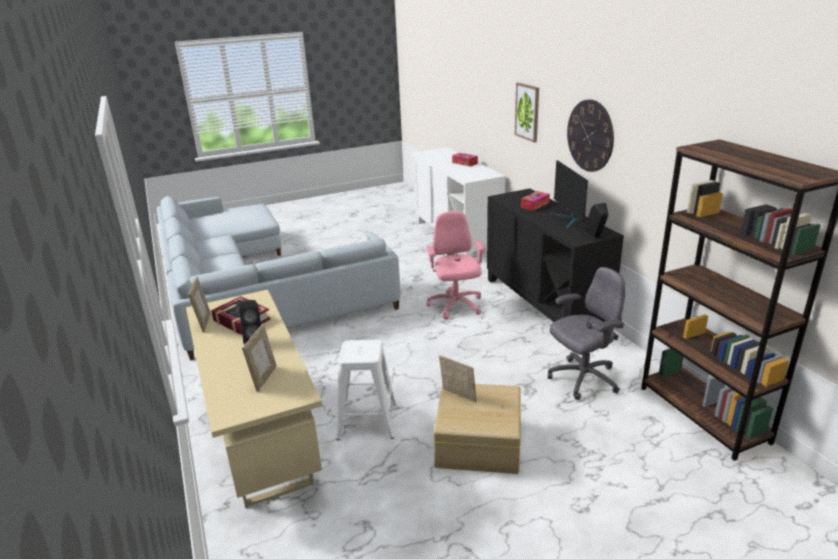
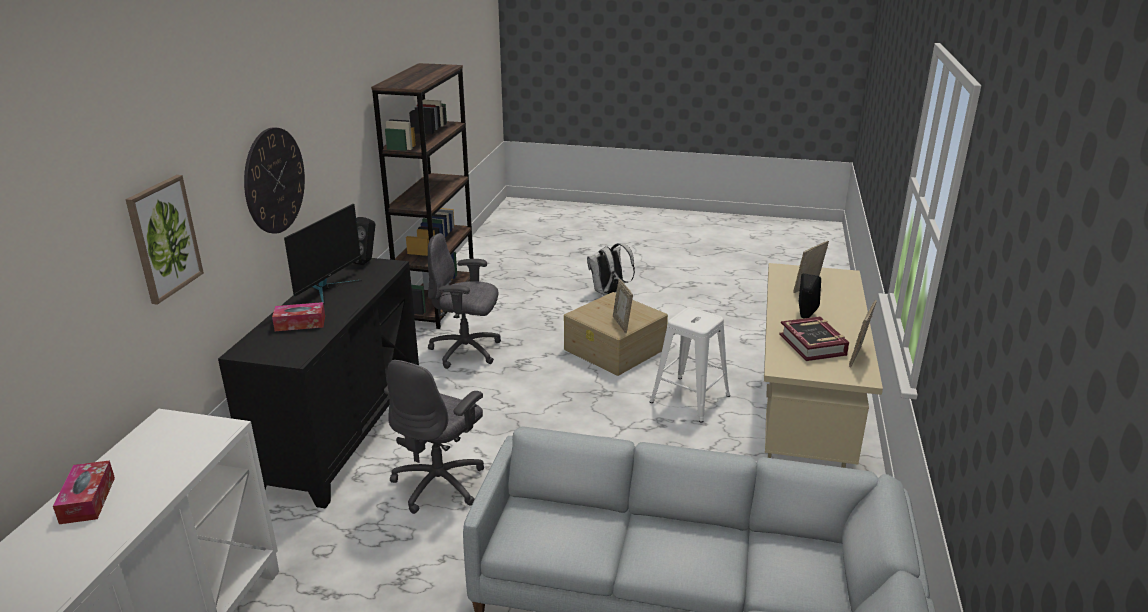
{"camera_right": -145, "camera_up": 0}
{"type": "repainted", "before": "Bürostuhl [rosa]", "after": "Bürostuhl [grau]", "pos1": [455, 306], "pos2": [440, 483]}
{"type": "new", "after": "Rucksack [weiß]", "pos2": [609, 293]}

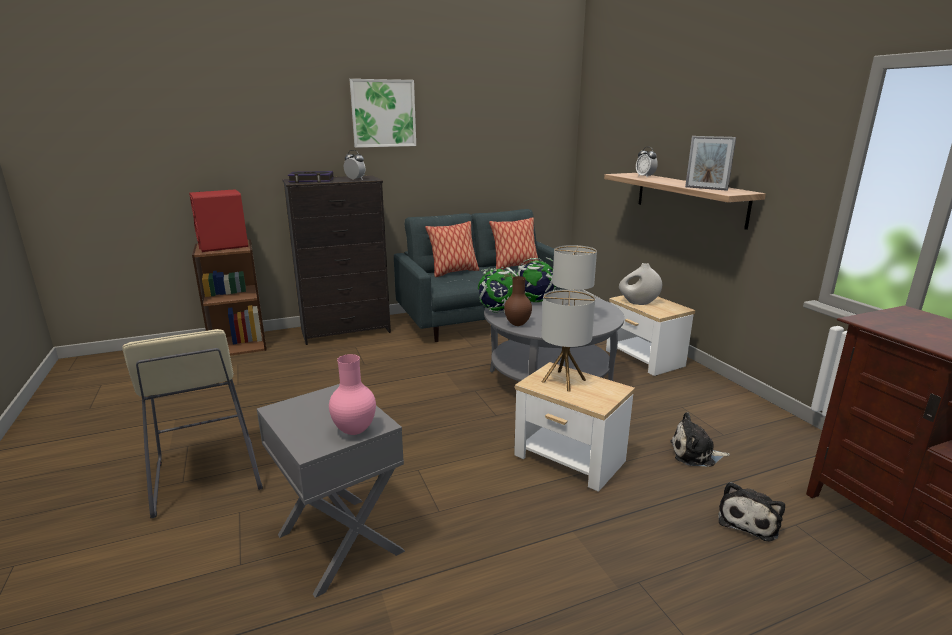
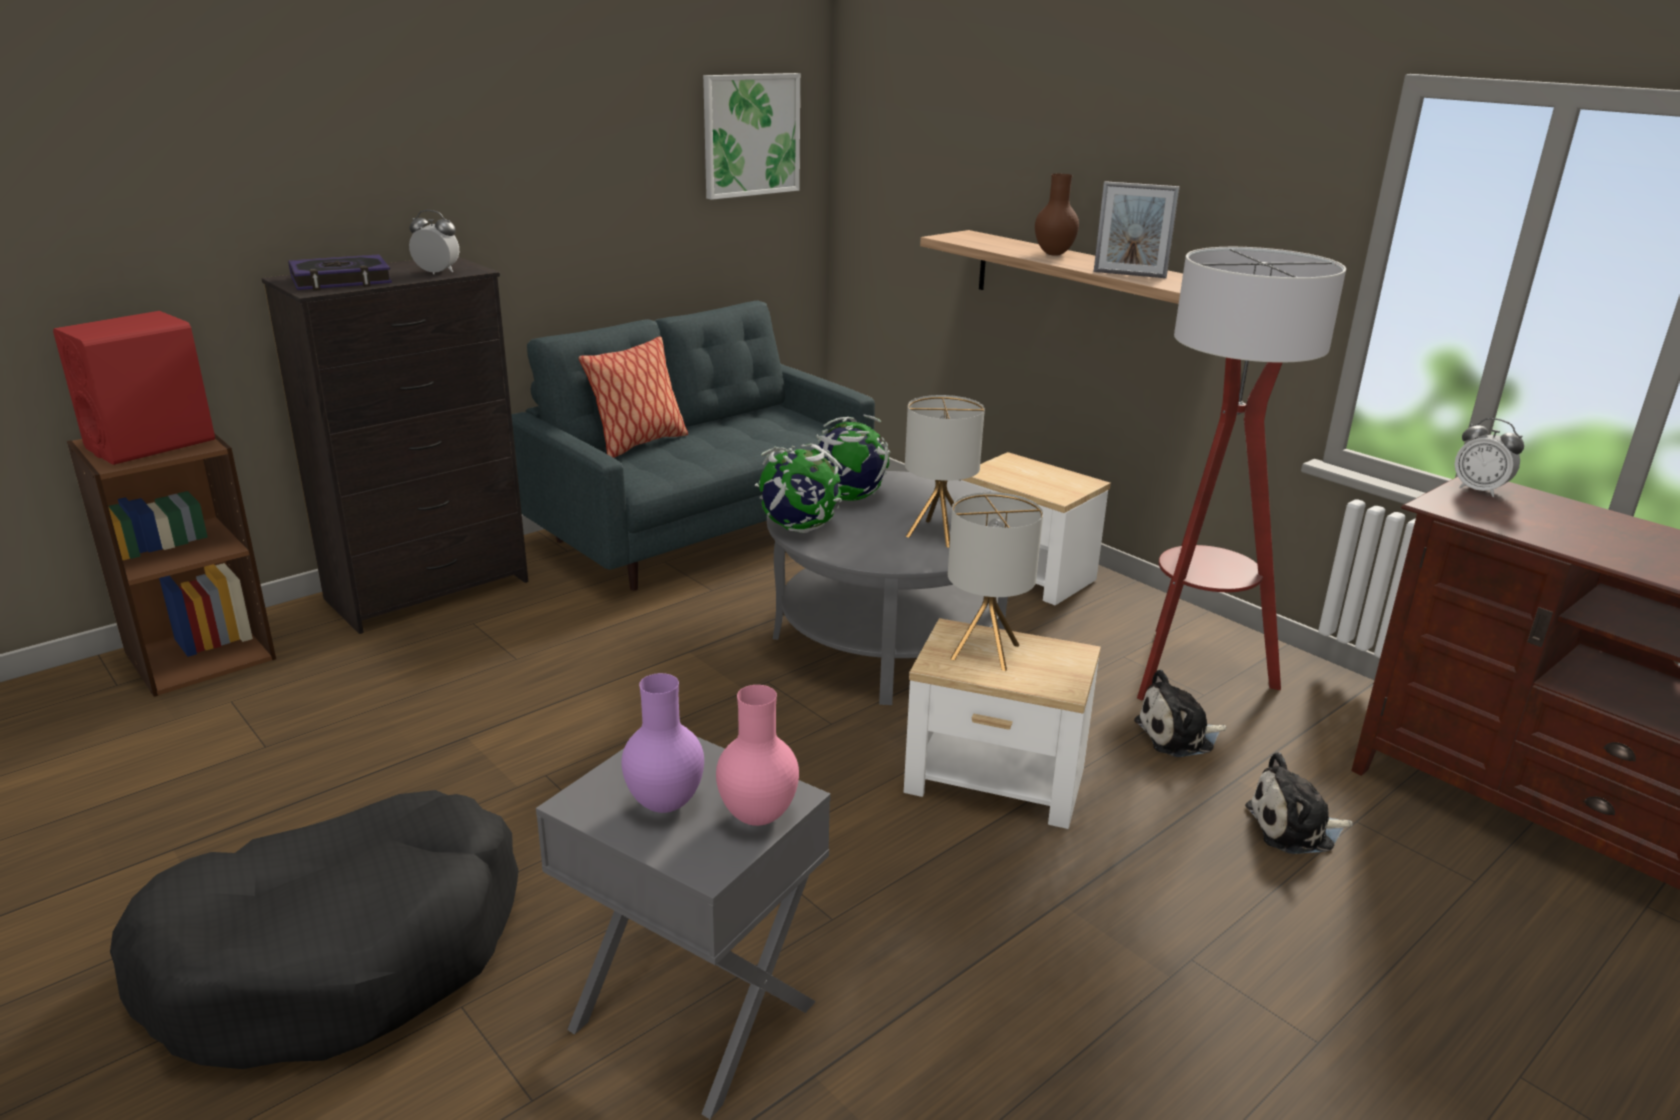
{"camera_right": -20, "camera_up": 5}
{"type": "swapped", "before": "Hocker [beige]", "after": "Hundebett [schwarz]", "pos1": [207, 476], "pos2": [341, 954]}
{"type": "new", "after": "Vase [lila]", "pos2": [667, 804]}
{"type": "shifted", "before": "Bild", "pos1": [383, 113], "pos2": [751, 135]}
{"type": "shifted", "before": "Vase [braun]", "pos1": [518, 324], "pos2": [1054, 254]}
{"type": "new", "after": "Stehlampe", "pos2": [1191, 672]}
{"type": "rotated", "before": "Plüschtier", "pos1": [748, 520], "pos2": [1295, 828], "turn": 75}
{"type": "shifted", "before": "Wecker", "pos1": [645, 177], "pos2": [1479, 490]}
{"type": "gone", "before": "Kissen", "pos1": [514, 266]}
{"type": "gone", "before": "Vase [weiß]", "pos1": [638, 303]}

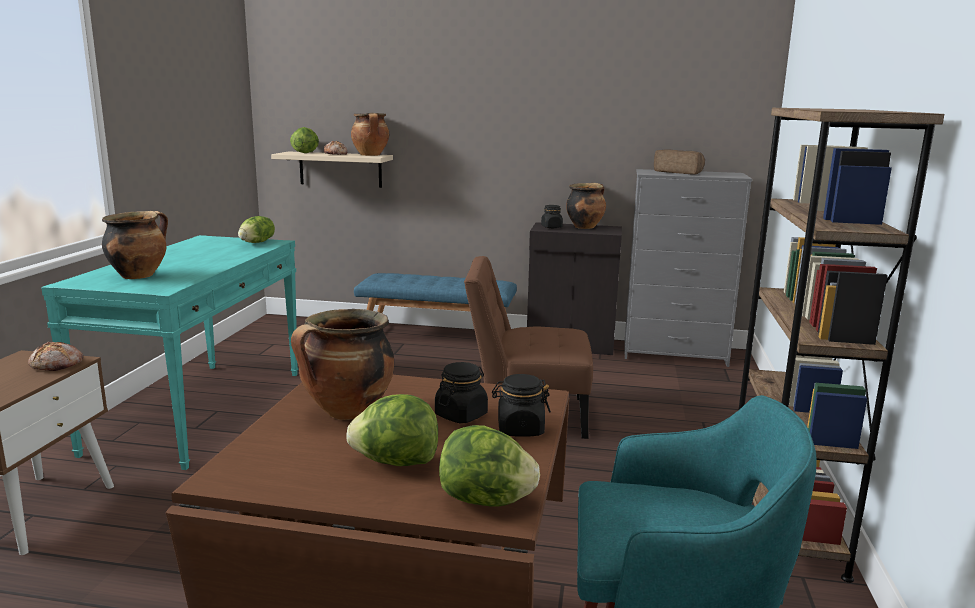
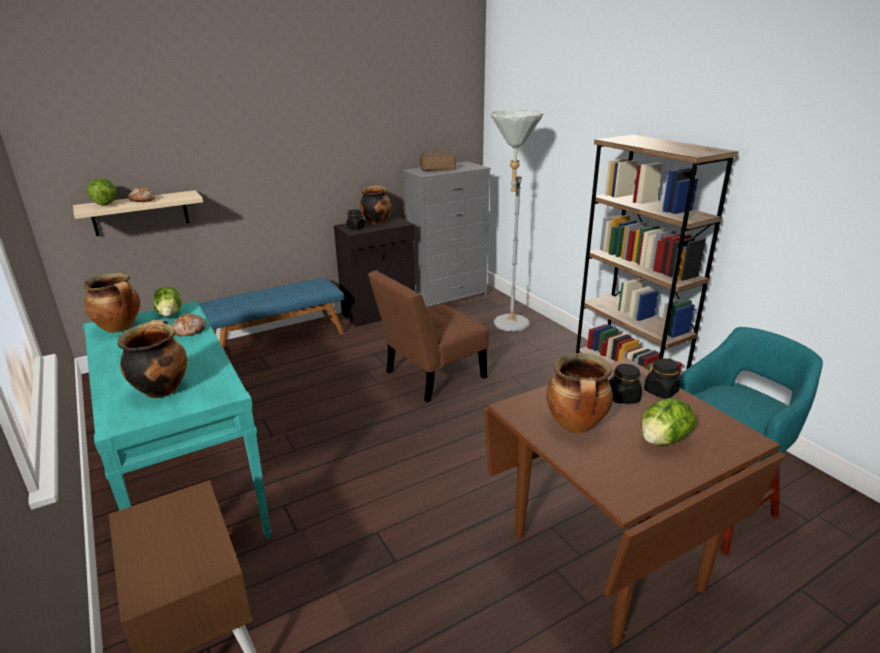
{"camera_right": -40, "camera_up": 10}
{"type": "shifted", "before": "Kochtopf", "pos1": [371, 155], "pos2": [120, 328]}
{"type": "shifted", "before": "Brot", "pos1": [57, 365], "pos2": [190, 330]}
{"type": "new", "after": "Stehlampe [grau]", "pos2": [508, 327]}
{"type": "gone", "before": "Salatkopf", "pos1": [486, 501]}

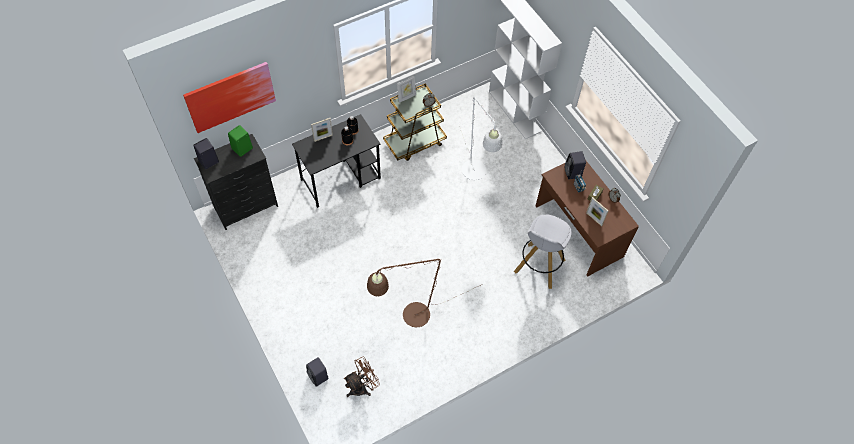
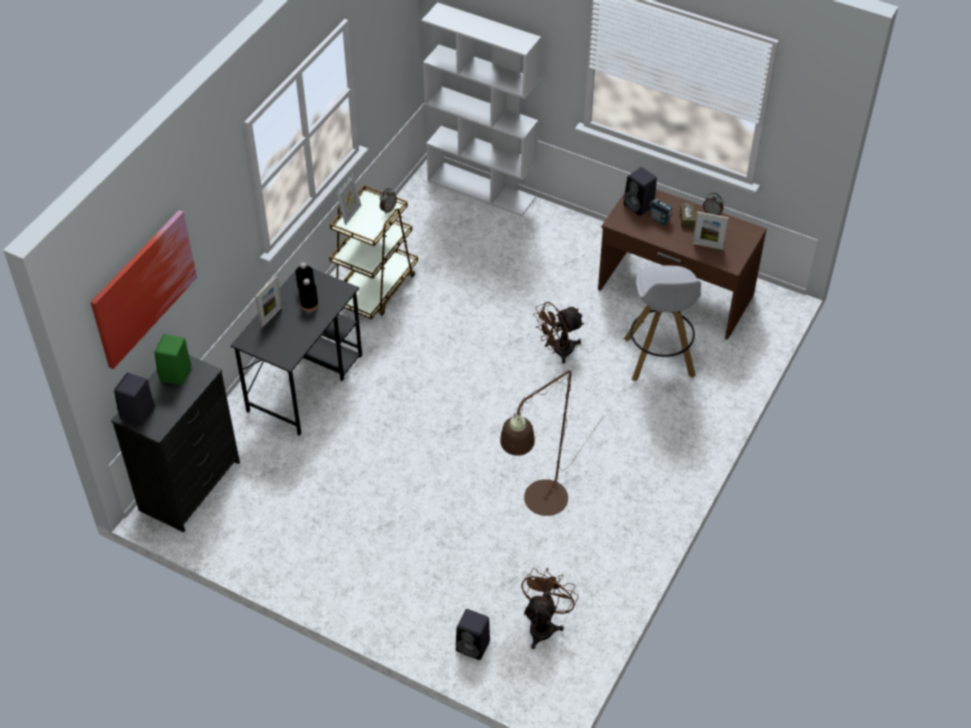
{"camera_right": -30, "camera_up": -10}
{"type": "new", "after": "Ventilator [braun]", "pos2": [558, 351]}
{"type": "gone", "before": "Stehlampe [weiß]", "pos1": [476, 175]}

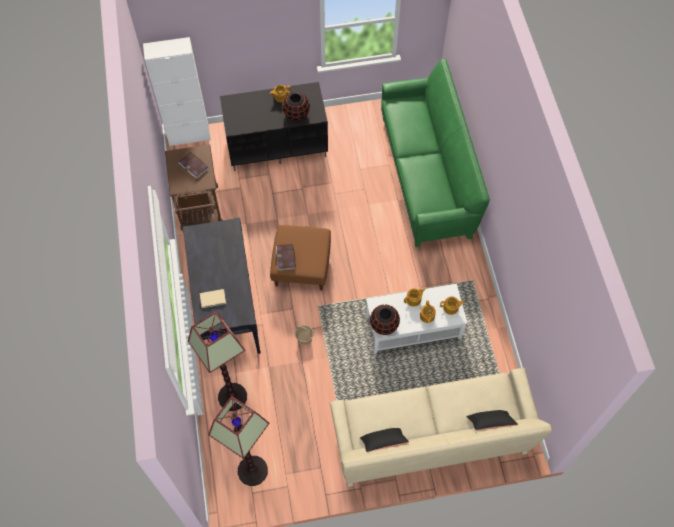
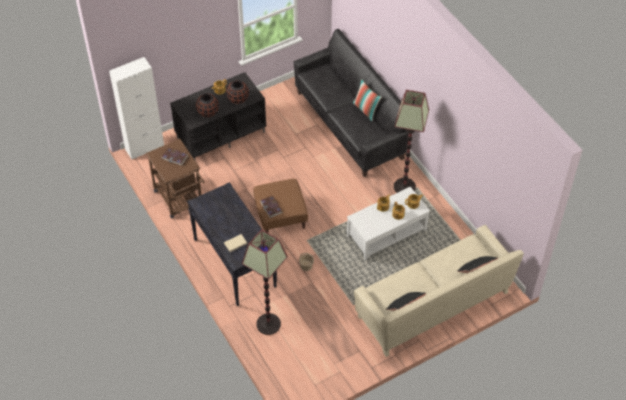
{"camera_right": -20, "camera_up": -10}
{"type": "shifted", "before": "Vase [schwarz]", "pos1": [384, 325], "pos2": [208, 112]}
{"type": "repainted", "before": "Sofa [grün]", "after": "Sofa [schwarz]", "pos1": [426, 176], "pos2": [349, 124]}
{"type": "new", "after": "Kissen", "pos2": [366, 110]}
{"type": "shifted", "before": "Stehlampe", "pos1": [253, 470], "pos2": [404, 187]}

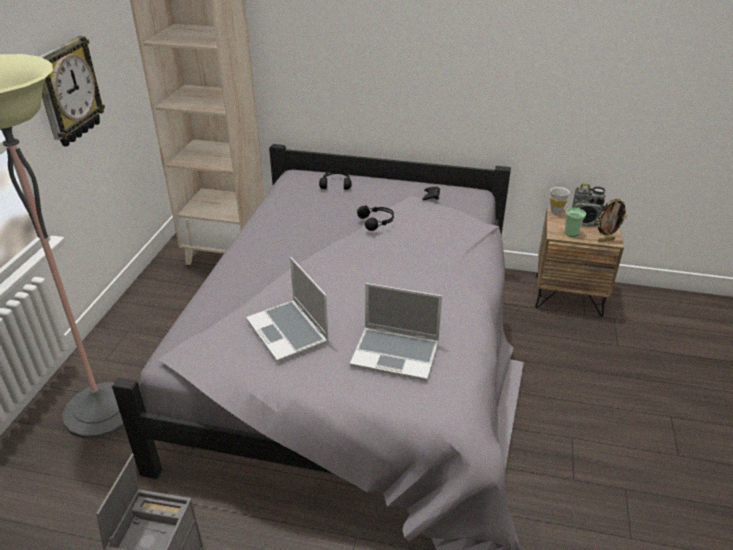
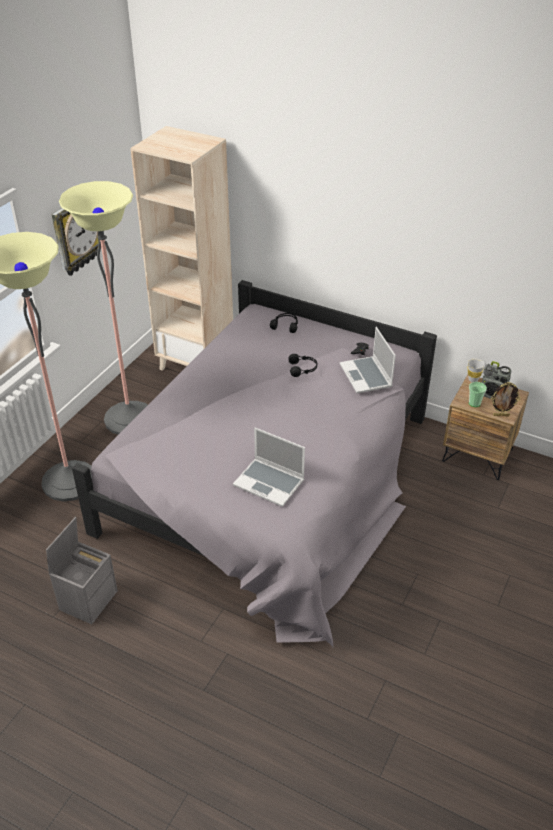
{"camera_right": 15, "camera_up": 5}
{"type": "new", "after": "Stehlampe", "pos2": [129, 419]}
{"type": "shifted", "before": "Laptop", "pos1": [289, 332], "pos2": [366, 376]}

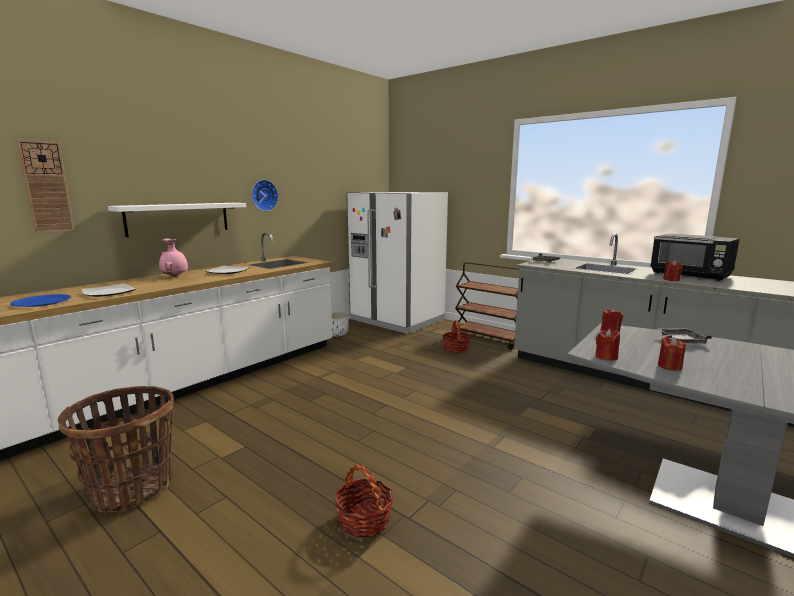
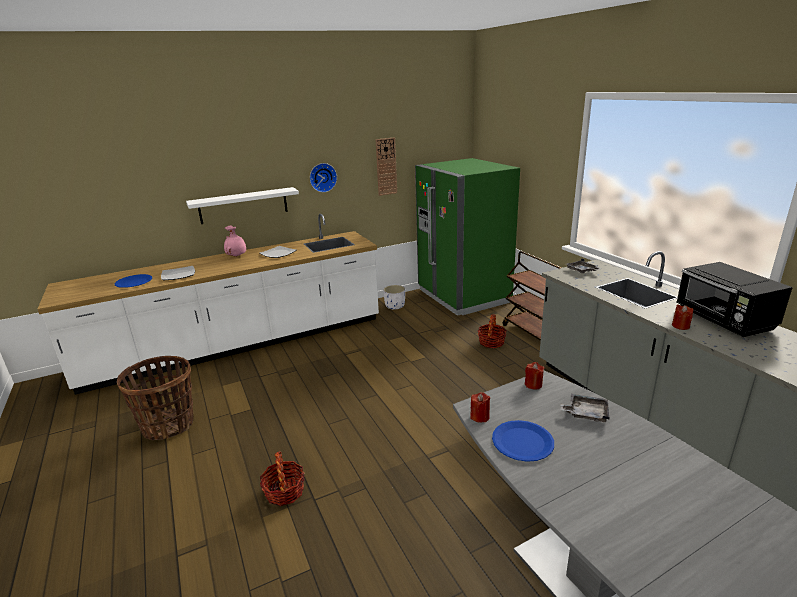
{"camera_right": 25, "camera_up": 10}
{"type": "shifted", "before": "Wanduhr", "pos1": [46, 187], "pos2": [386, 166]}
{"type": "repainted", "before": "Kühlschrank [weiß]", "after": "Kühlschrank [grün]", "pos1": [397, 320], "pos2": [463, 296]}
{"type": "swapped", "before": "Kerze [rot]", "after": "Teller [blau]", "pos1": [669, 366], "pos2": [522, 442]}

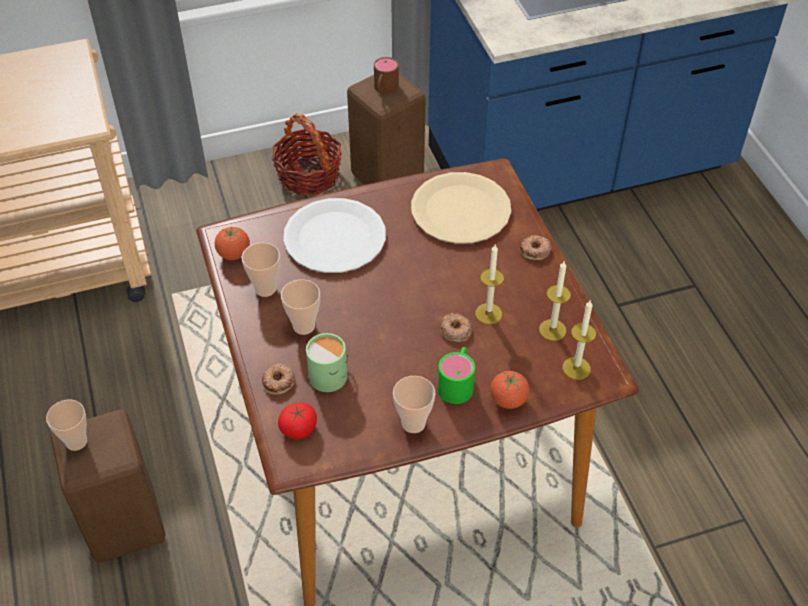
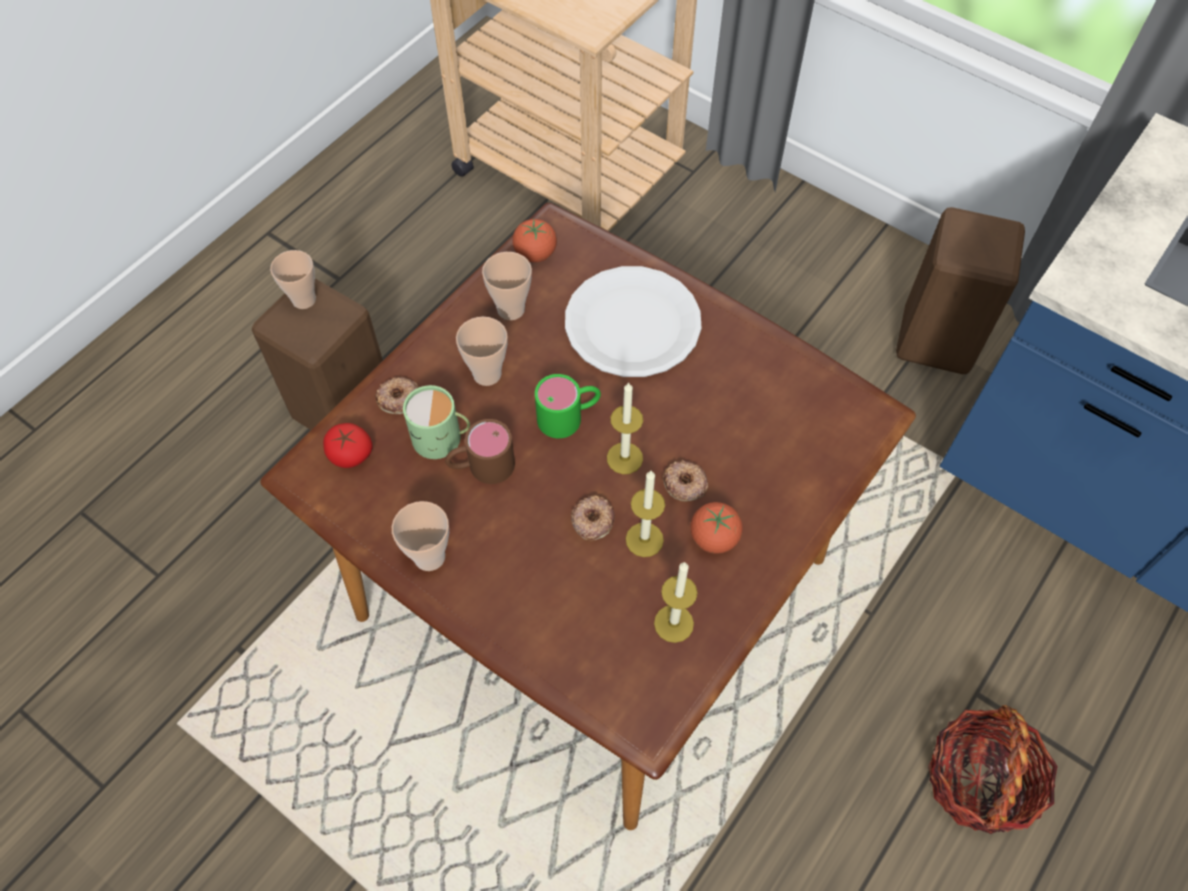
{"camera_right": 55, "camera_up": 10}
{"type": "shifted", "before": "Henkelbecher [braun]", "pos1": [384, 89], "pos2": [481, 466]}
{"type": "shifted", "before": "Henkelbecher [grün]", "pos1": [457, 382], "pos2": [569, 416]}
{"type": "shifted", "before": "Kerze", "pos1": [576, 368], "pos2": [624, 458]}
{"type": "shifted", "before": "Donut", "pos1": [535, 250], "pos2": [684, 484]}
{"type": "shifted", "before": "Tomate", "pos1": [508, 400], "pos2": [714, 538]}
{"type": "shifted", "before": "Korb", "pos1": [309, 176], "pos2": [978, 781]}
{"type": "gone", "before": "Teller [beige]", "pos1": [460, 210]}

